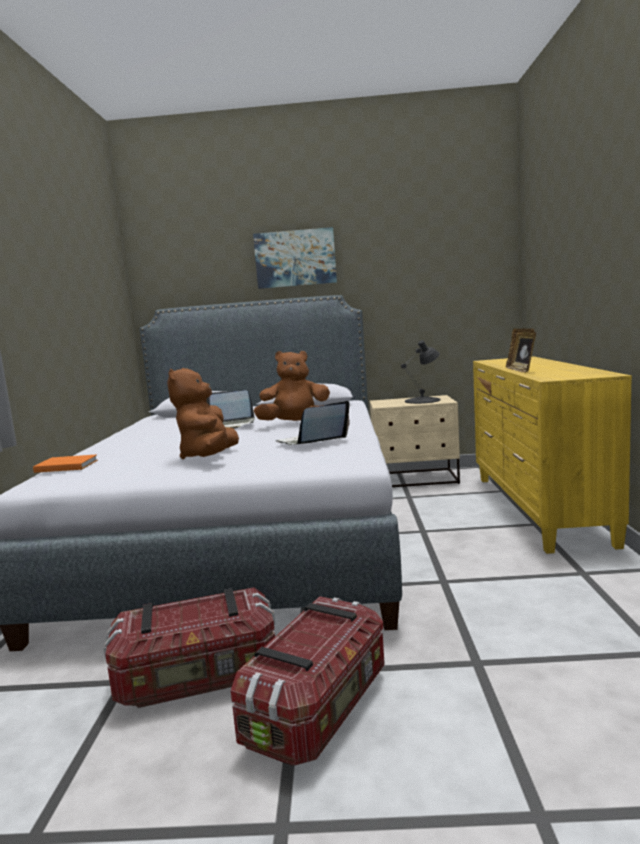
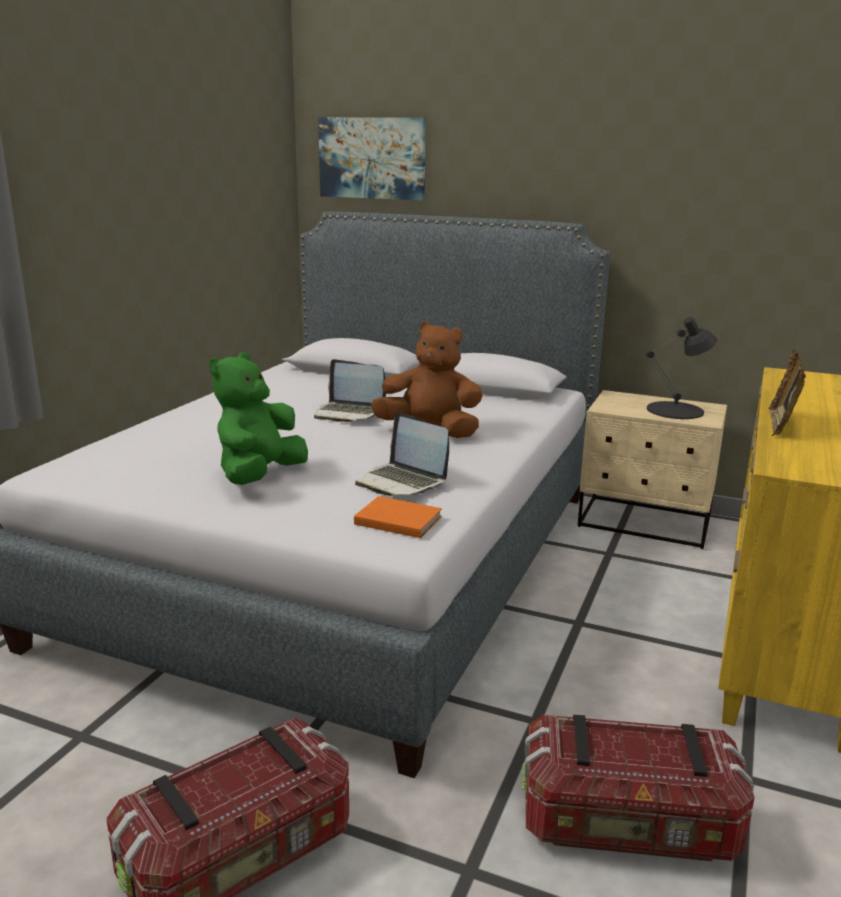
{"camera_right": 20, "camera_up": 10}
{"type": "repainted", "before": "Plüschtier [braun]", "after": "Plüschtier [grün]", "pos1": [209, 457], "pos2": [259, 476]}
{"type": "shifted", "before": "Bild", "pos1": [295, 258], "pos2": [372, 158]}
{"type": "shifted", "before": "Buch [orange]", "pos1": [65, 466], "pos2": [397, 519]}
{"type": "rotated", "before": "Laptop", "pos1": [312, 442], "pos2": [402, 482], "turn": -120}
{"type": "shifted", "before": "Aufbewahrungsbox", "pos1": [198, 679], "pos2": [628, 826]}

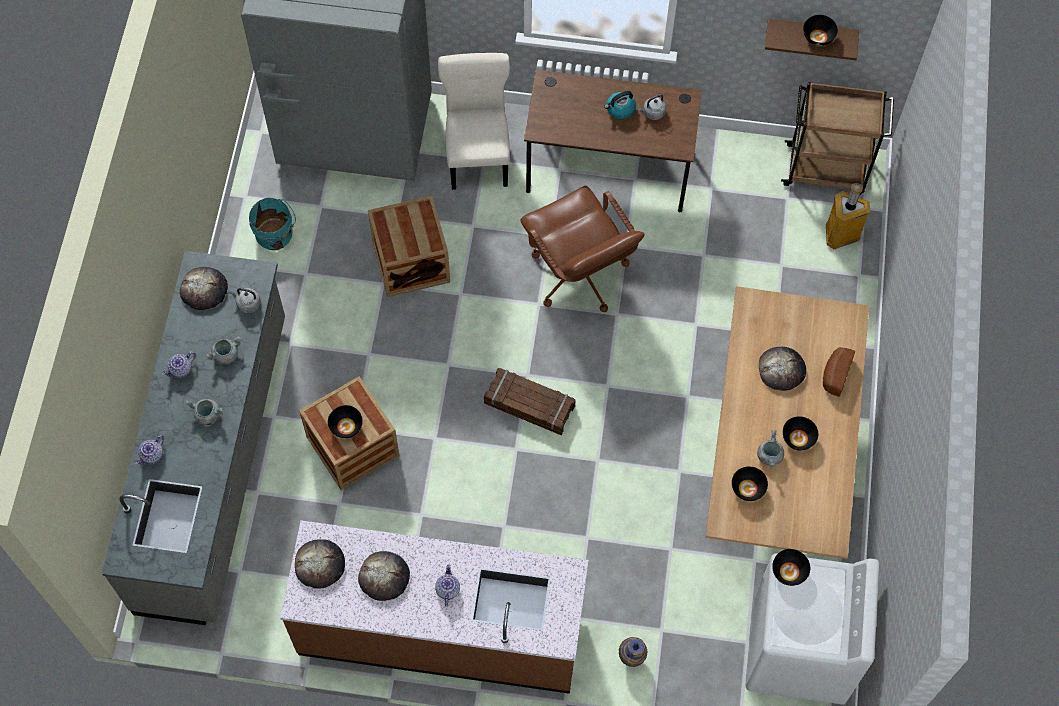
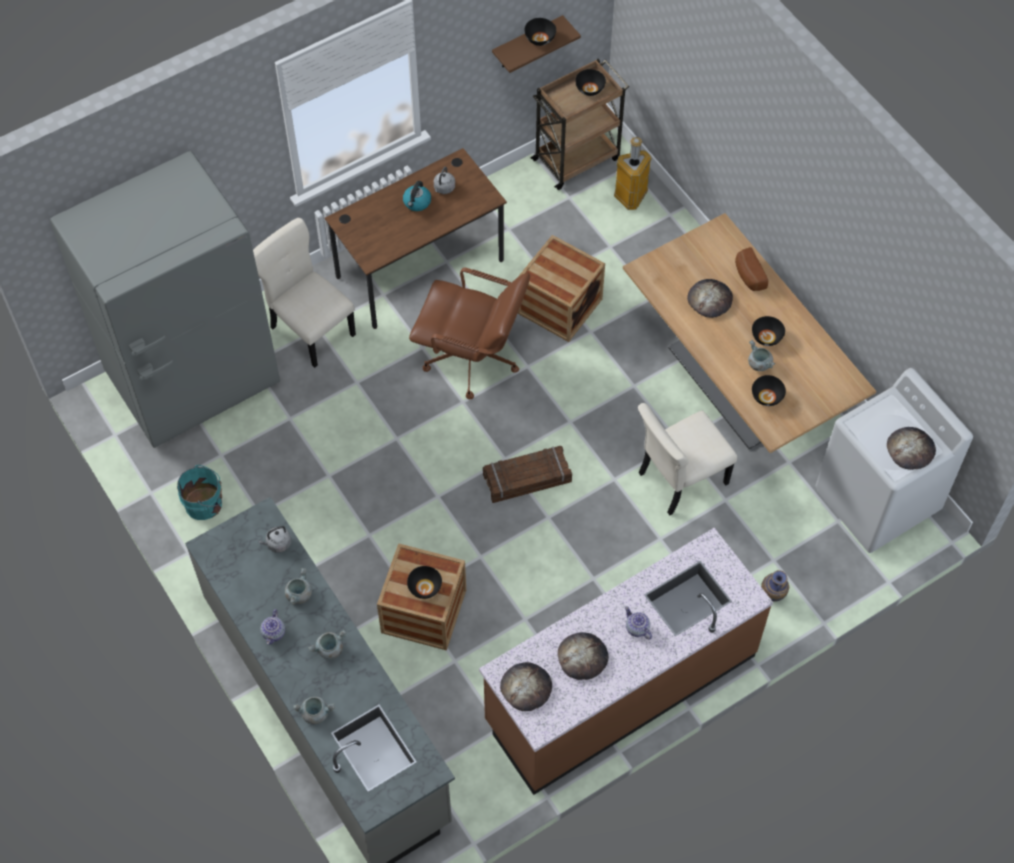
{"camera_right": -40, "camera_up": -5}
{"type": "swapped", "before": "Teekanne", "after": "Kochtopf [grau]", "pos1": [152, 455], "pos2": [315, 713]}
{"type": "shifted", "before": "Kiste", "pos1": [411, 262], "pos2": [559, 306]}
{"type": "shifted", "before": "Schüssel [schwarz]", "pos1": [788, 571], "pos2": [589, 89]}
{"type": "new", "after": "Stuhl [beige]", "pos2": [679, 479]}
{"type": "shifted", "before": "Brot", "pos1": [204, 290], "pos2": [910, 449]}

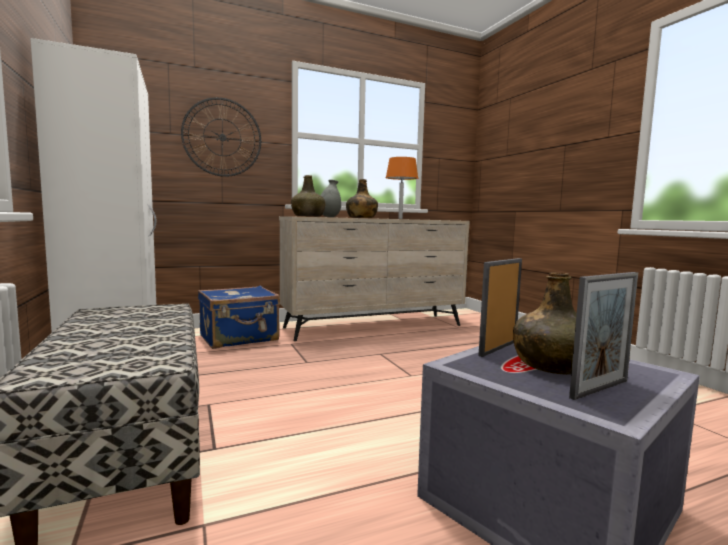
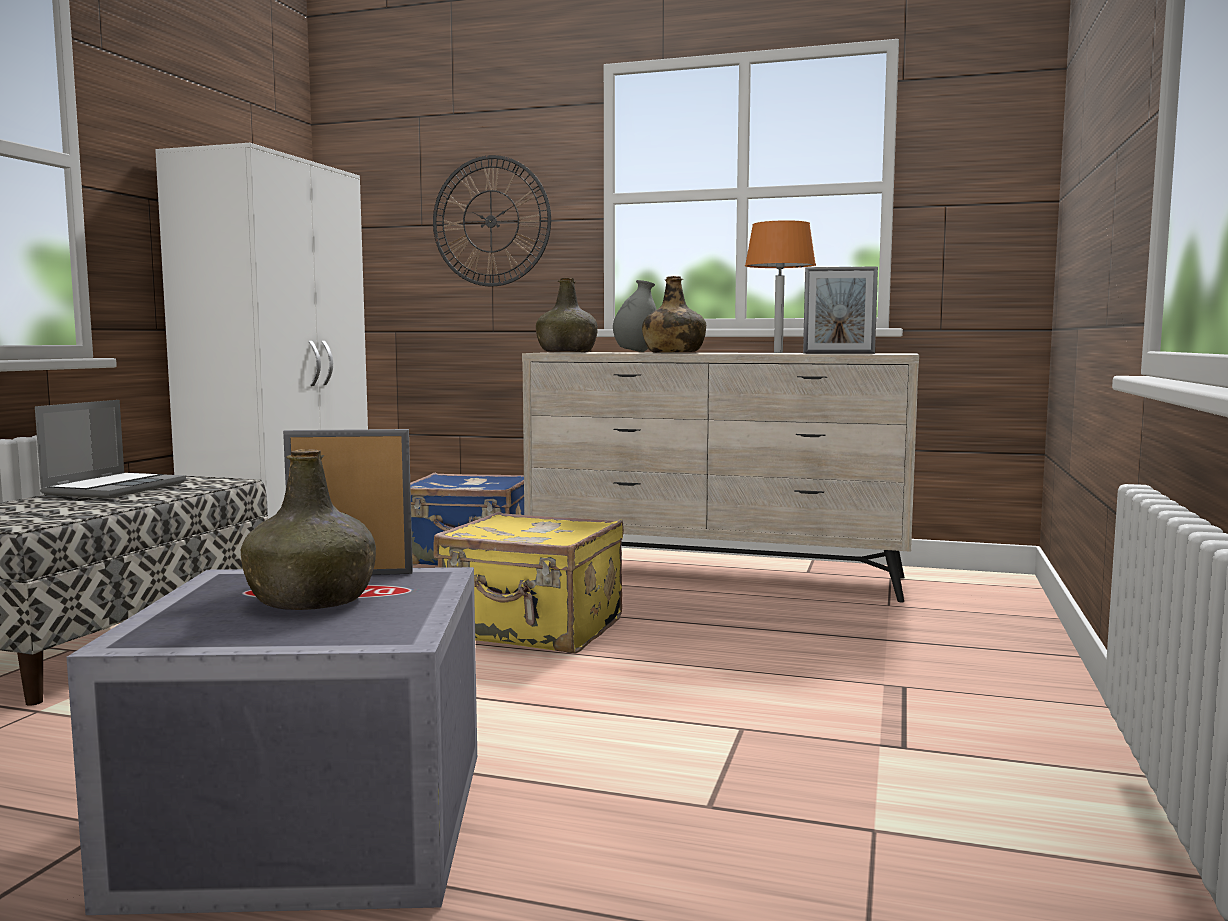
{"camera_right": 40, "camera_up": 0}
{"type": "new", "after": "Laptop", "pos2": [115, 488]}
{"type": "new", "after": "Koffer [gelb]", "pos2": [533, 630]}
{"type": "shifted", "before": "Bilderrahmen", "pos1": [599, 389], "pos2": [838, 353]}

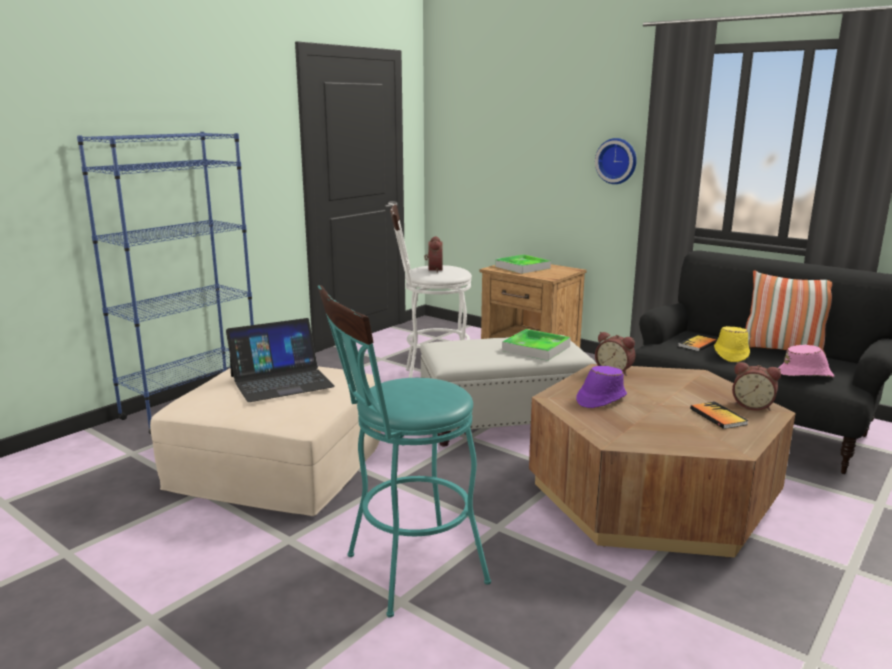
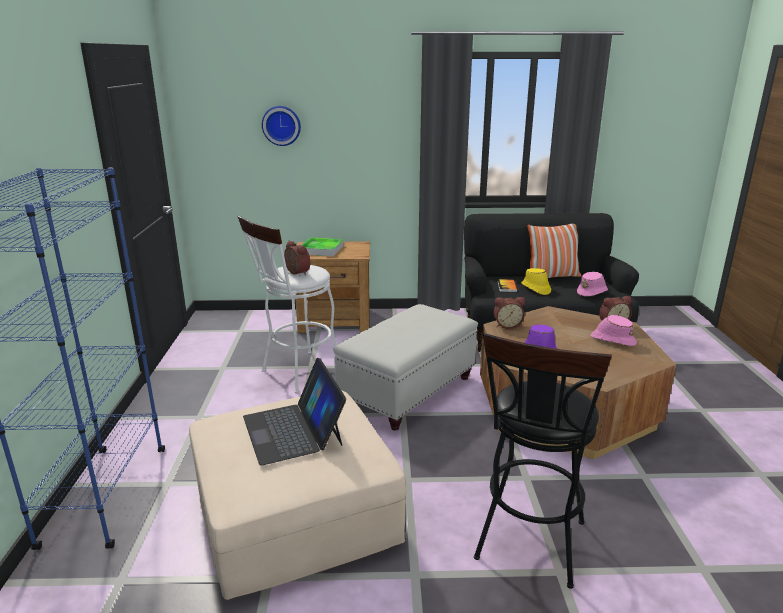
{"camera_right": -40, "camera_up": 5}
{"type": "rotated", "before": "Laptop", "pos1": [281, 381], "pos2": [293, 430], "turn": 135}
{"type": "shifted", "before": "Wanduhr", "pos1": [617, 161], "pos2": [281, 125]}
{"type": "repainted", "before": "Hocker [türkis]", "after": "Hocker [schwarz]", "pos1": [405, 572], "pos2": [529, 547]}
{"type": "swapped", "before": "Buch", "after": "Hut [rosa]", "pos1": [718, 416], "pos2": [612, 340]}
{"type": "gone", "before": "Tablett", "pos1": [536, 348]}

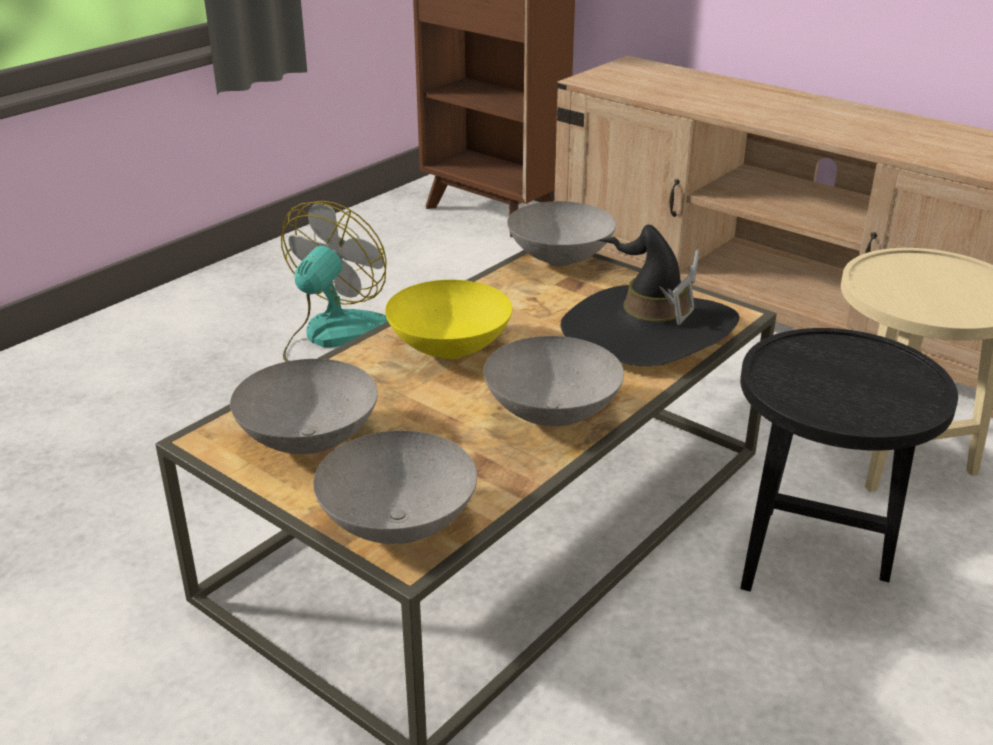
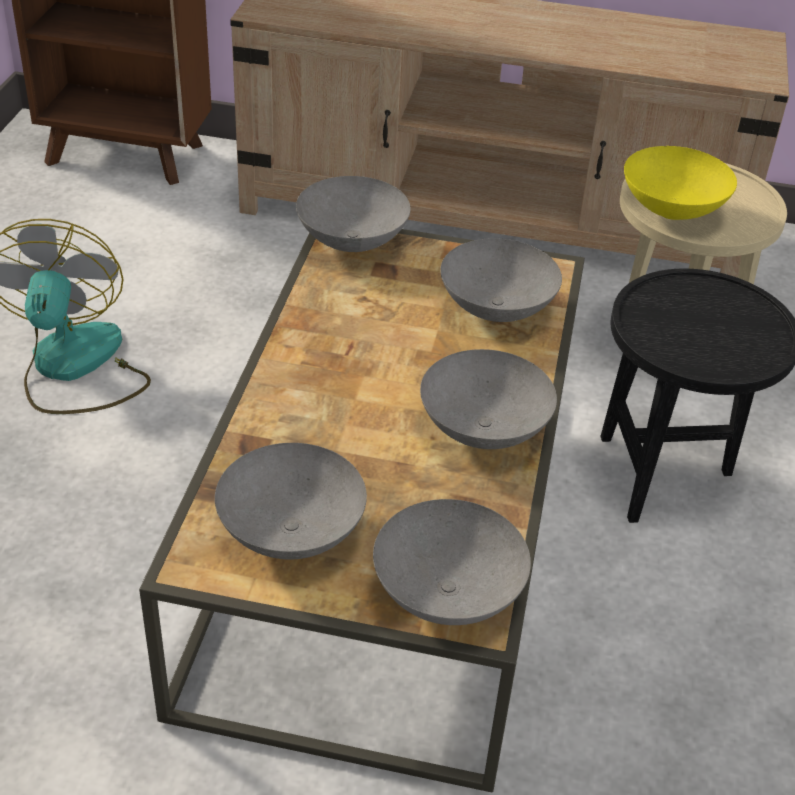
{"camera_right": -30, "camera_up": 10}
{"type": "swapped", "before": "Hut [schwarz]", "after": "Schüssel [grau]", "pos1": [647, 331], "pos2": [494, 310]}
{"type": "shifted", "before": "Schüssel [gelb]", "pos1": [448, 350], "pos2": [671, 211]}

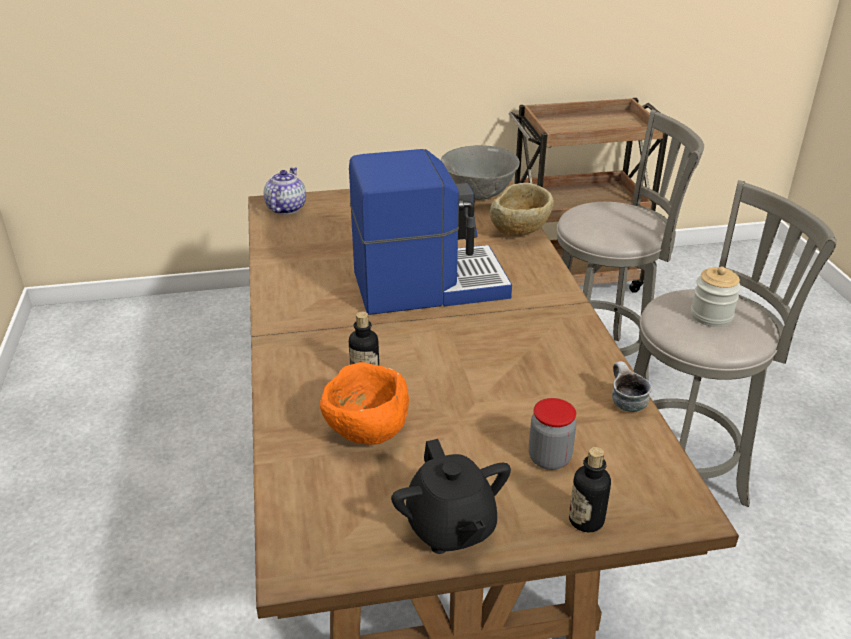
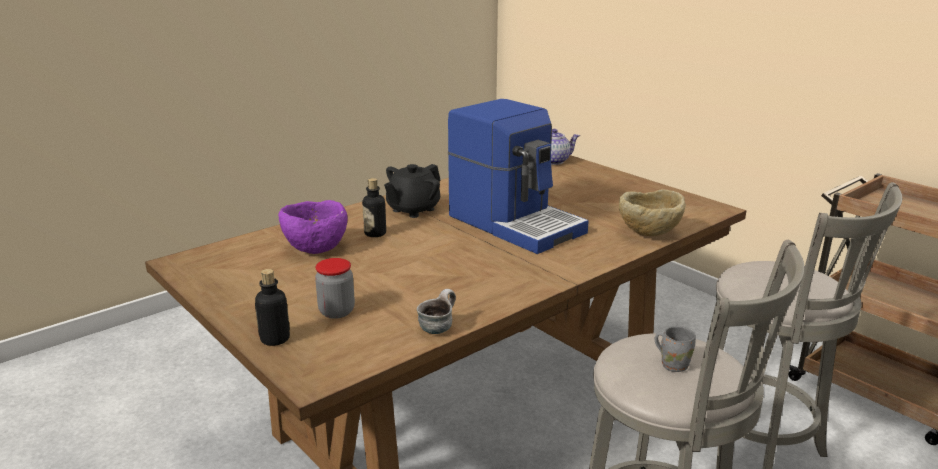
{"camera_right": 60, "camera_up": -10}
{"type": "repainted", "before": "Schüssel [orange]", "after": "Schüssel [lila]", "pos1": [366, 432], "pos2": [315, 248]}
{"type": "shifted", "before": "Teekanne [schwarz]", "pos1": [450, 528], "pos2": [413, 210]}
{"type": "swapped", "before": "Vorratsglas", "after": "Henkelbecher [grau]", "pos1": [711, 316], "pos2": [673, 364]}
{"type": "gone", "before": "Schüssel [grau]", "pos1": [478, 195]}

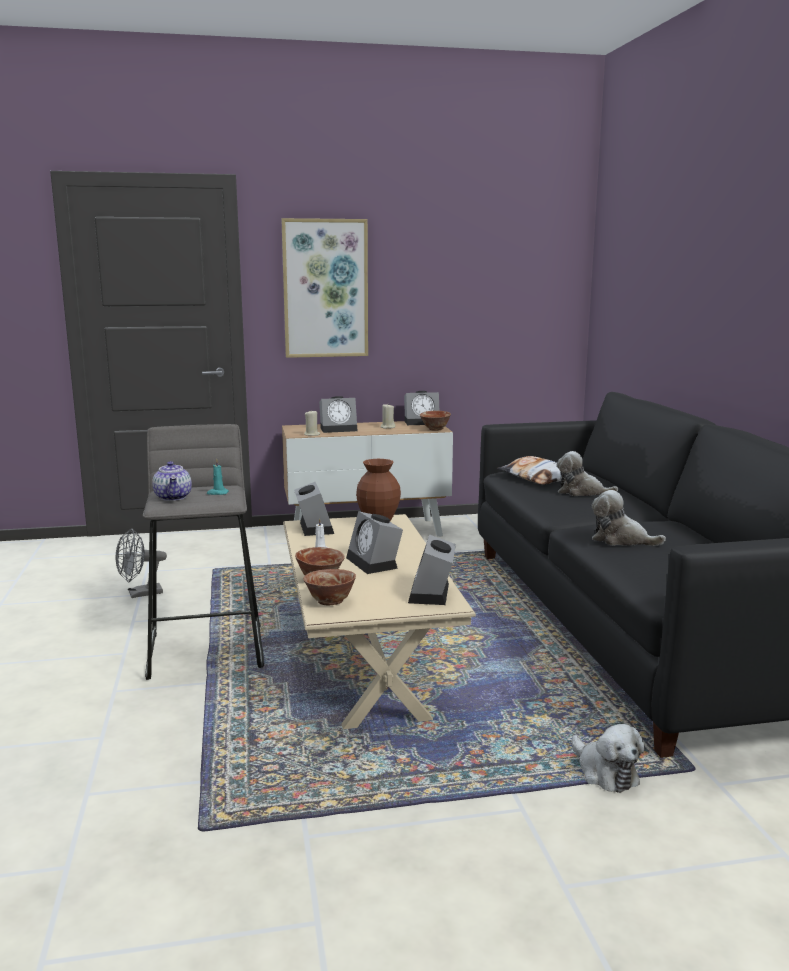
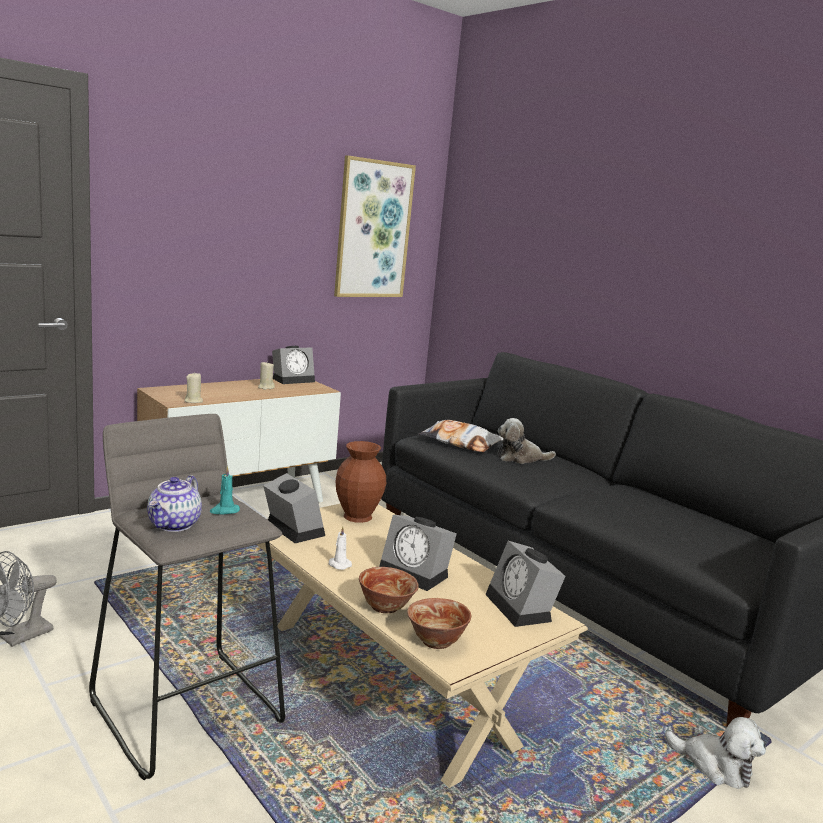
{"camera_right": -30, "camera_up": 0}
{"type": "rotated", "before": "Teekanne", "pos1": [173, 497], "pos2": [175, 525], "turn": 60}
{"type": "shifted", "before": "Bild", "pos1": [325, 289], "pos2": [373, 229]}
{"type": "gone", "before": "Wecker", "pos1": [339, 429]}
{"type": "gone", "before": "Schüssel", "pos1": [435, 429]}
{"type": "gone", "before": "Plüschtier", "pos1": [621, 540]}

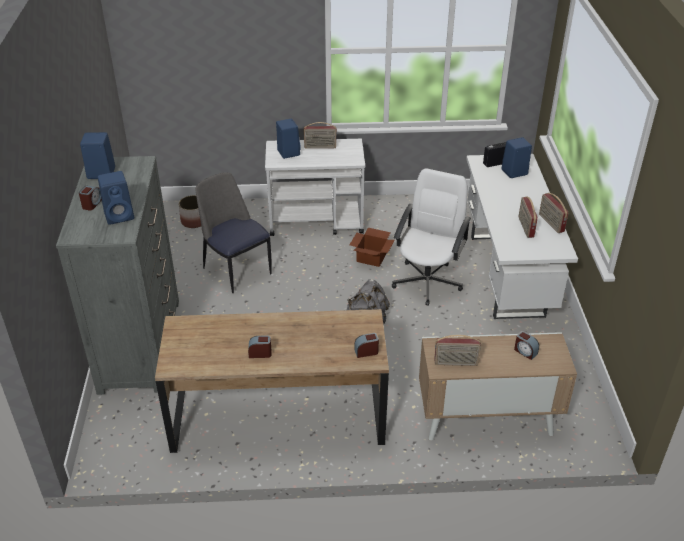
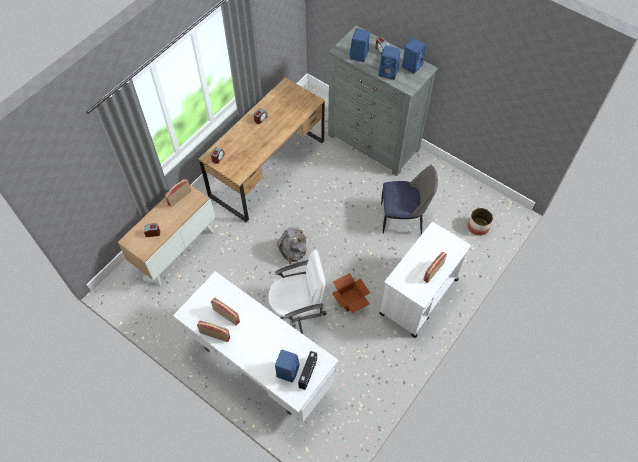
{"camera_right": 130, "camera_up": 20}
{"type": "rotated", "before": "Bürostuhl [weiß]", "pos1": [427, 281], "pos2": [298, 312], "turn": -75}
{"type": "shifted", "before": "Lautsprecher [blau]", "pos1": [288, 152], "pos2": [389, 73]}

